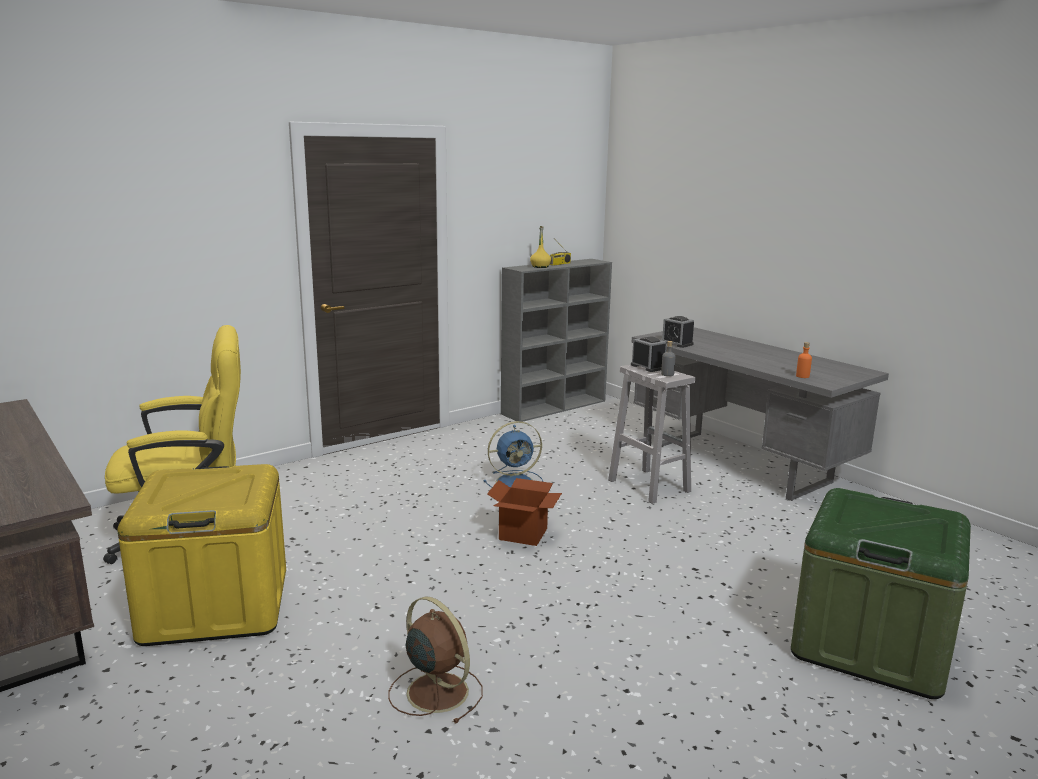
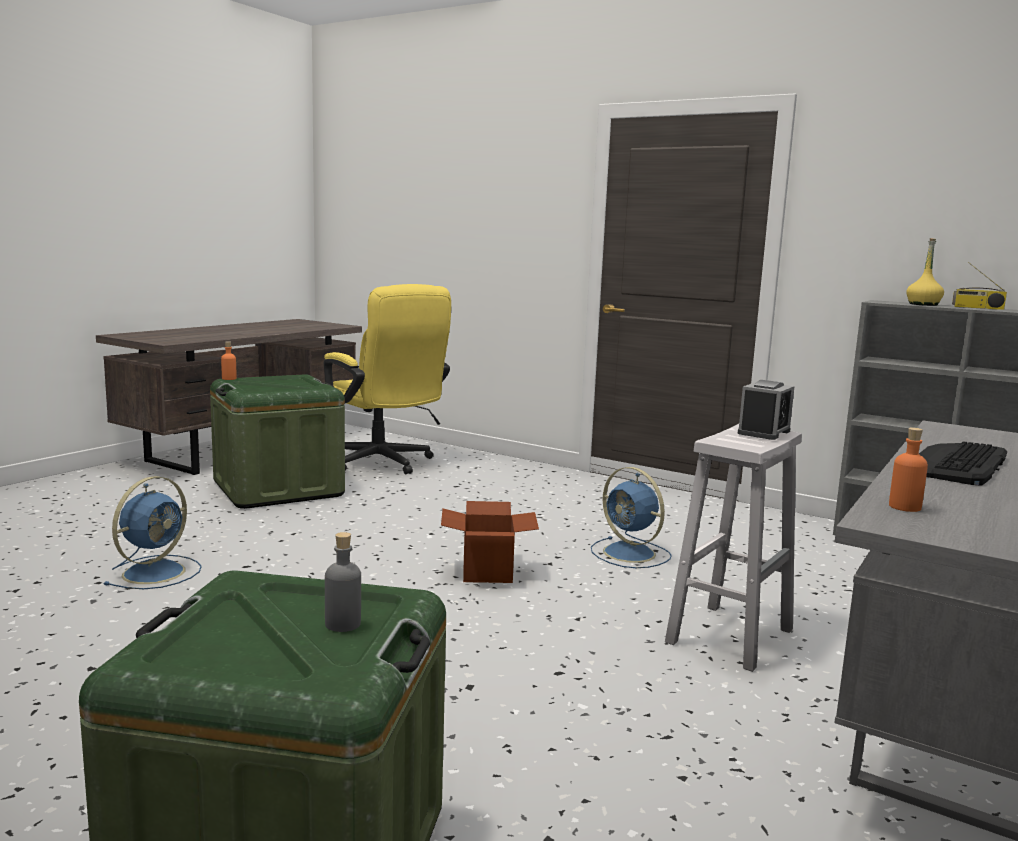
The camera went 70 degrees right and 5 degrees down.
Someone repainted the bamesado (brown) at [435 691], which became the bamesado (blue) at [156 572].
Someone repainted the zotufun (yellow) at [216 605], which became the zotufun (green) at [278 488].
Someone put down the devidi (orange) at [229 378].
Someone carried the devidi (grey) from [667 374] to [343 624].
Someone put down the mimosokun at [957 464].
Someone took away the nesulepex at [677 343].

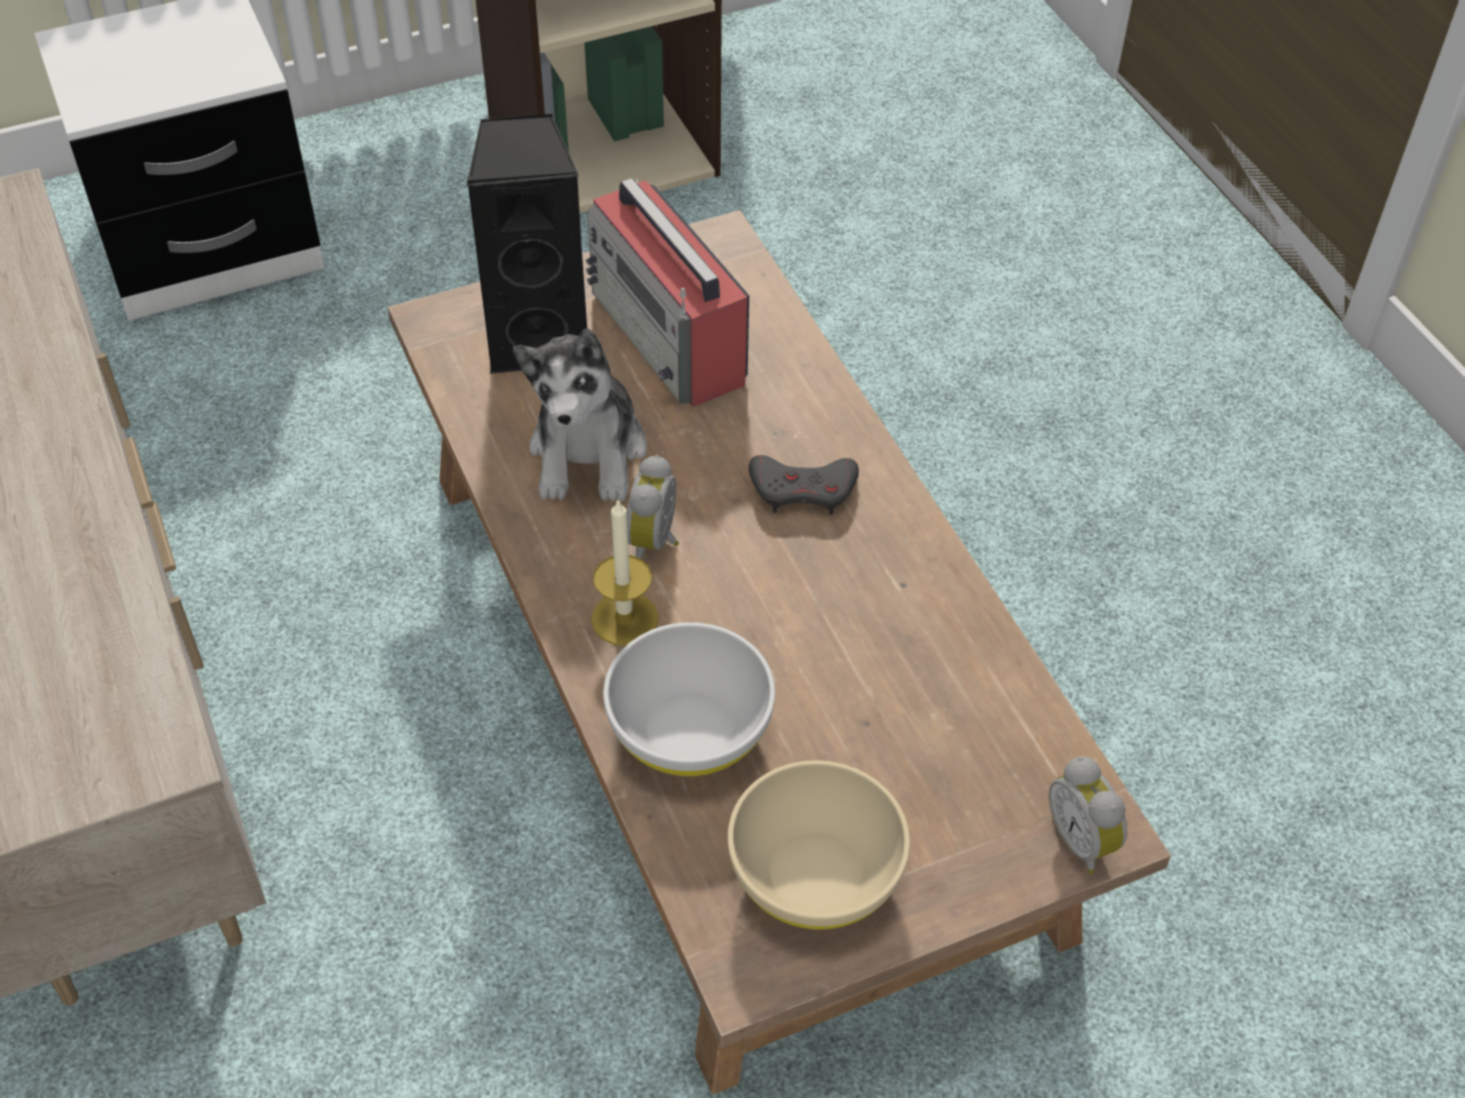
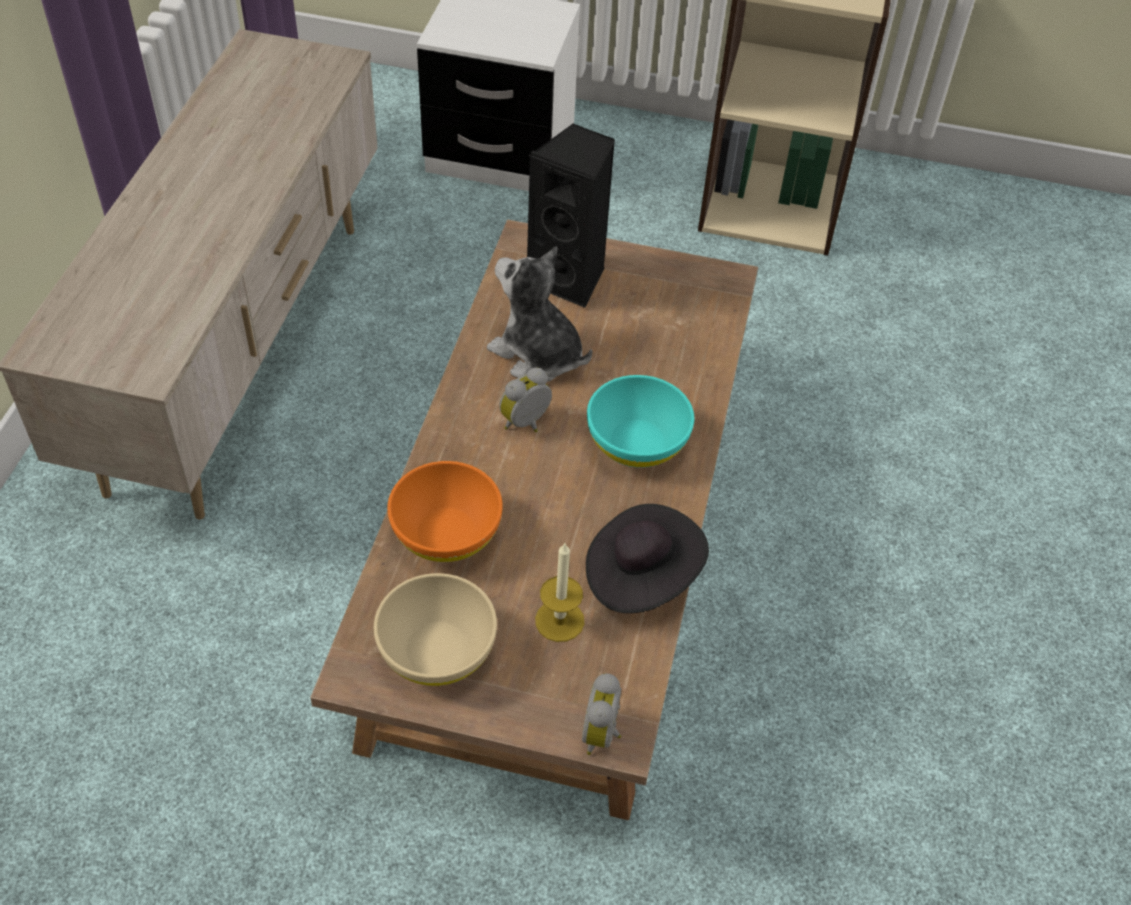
The camera went 35 degrees right and 0 degrees up.
Someone repainted the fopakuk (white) at [690 730], which became the fopakuk (orange) at [446 533].
Someone rotated the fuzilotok at [588 452] by 90 degrees clockwise.
Someone carried the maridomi from [624 618] to [559 620].
Someone put down the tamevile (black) at [641 575].
Someone swapped the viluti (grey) at [803 490] for the fopakuk (turquoise) at [636 443].
Someone took away the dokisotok at [669 338].

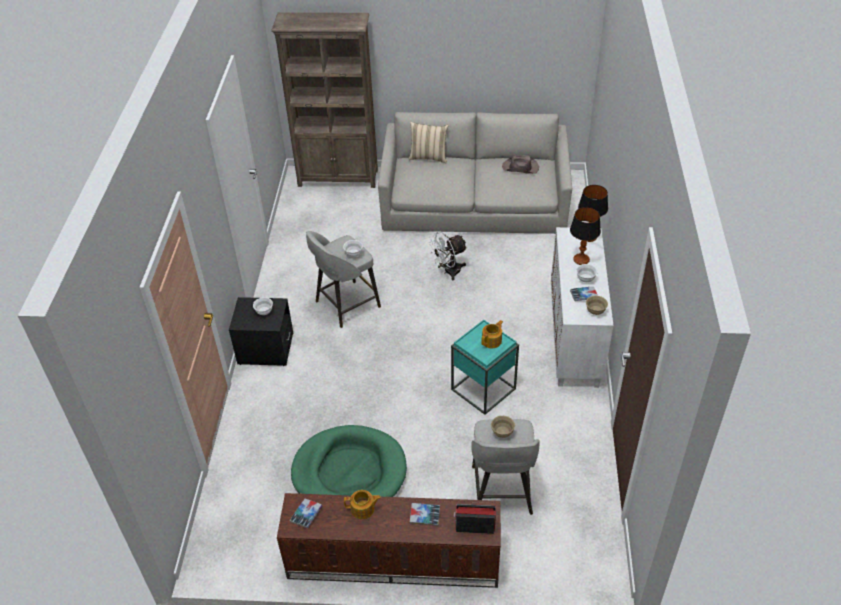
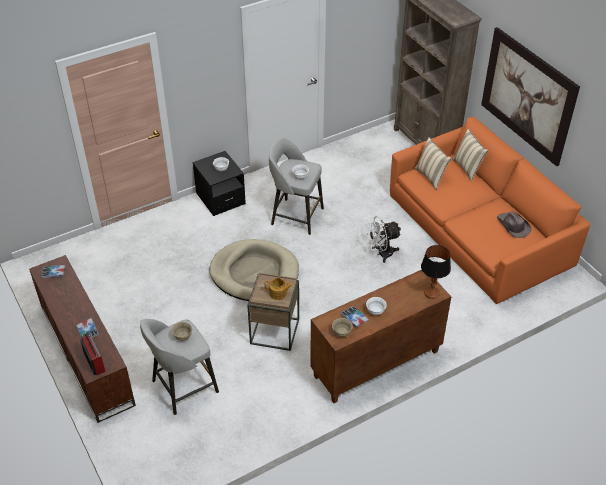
The camera went 55 degrees right and 0 degrees up.
Someone put down the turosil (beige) at [254 273].
Someone repainted the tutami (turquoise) at [483 389], which became the tutami (brown) at [274 331].
Someone repainted the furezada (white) at [575 338], which became the furezada (brown) at [376 365].
Someone rotated the bamesado (white) at [448 272] by 45 degrees counterclockwise.
Someone repainted the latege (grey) at [475 201], which became the latege (orange) at [479 230].
Someone put down the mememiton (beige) at [431 176].
Someone put up the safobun at [528 96].
Someone took away the turosil (green) at [349 472].
Someone took away the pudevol at [363 509].
Someone took away the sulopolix at [581 259].

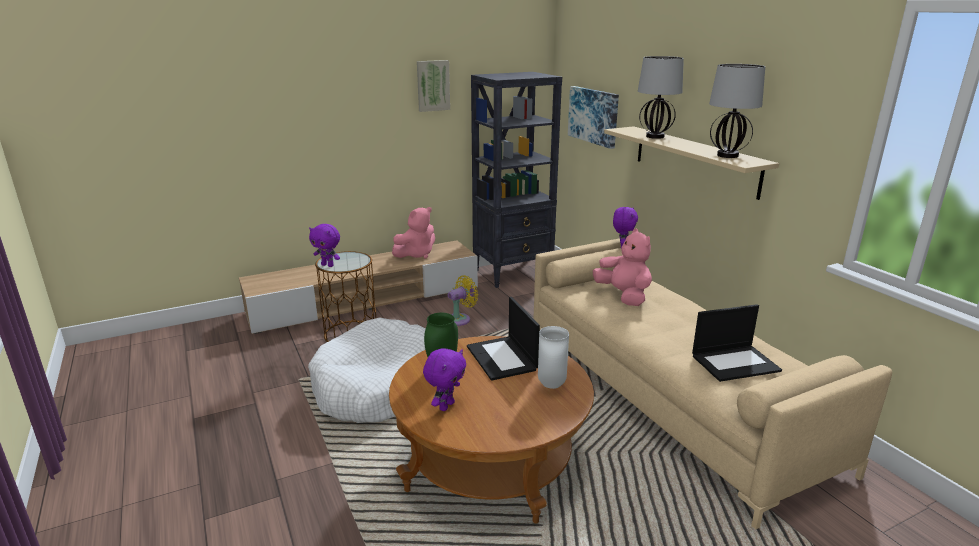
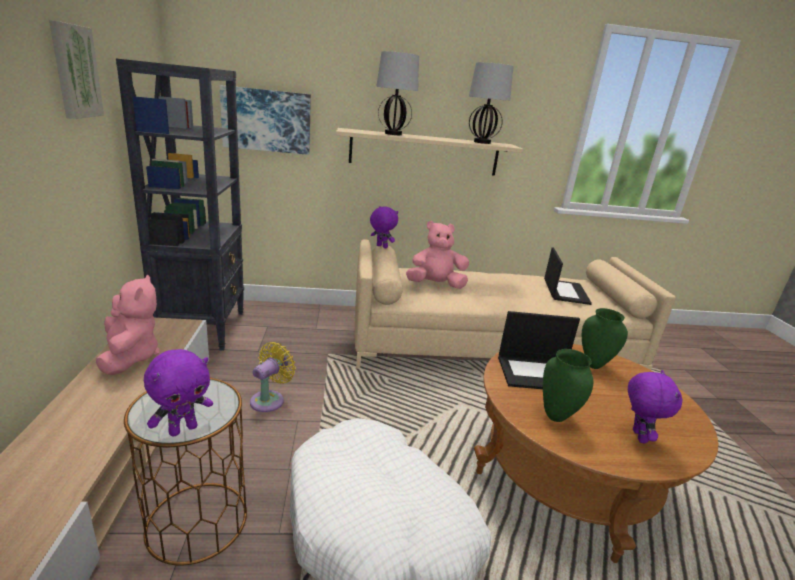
The camera went 70 degrees left and 0 degrees up.
Someone rotated the bamesado (yellow) at [460 319] by 45 degrees clockwise.
Someone repainted the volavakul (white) at [550 384], which became the volavakul (green) at [593 365].
Someone rotated the fuzilotok (purple) at [446 405] by 45 degrees clockwise.

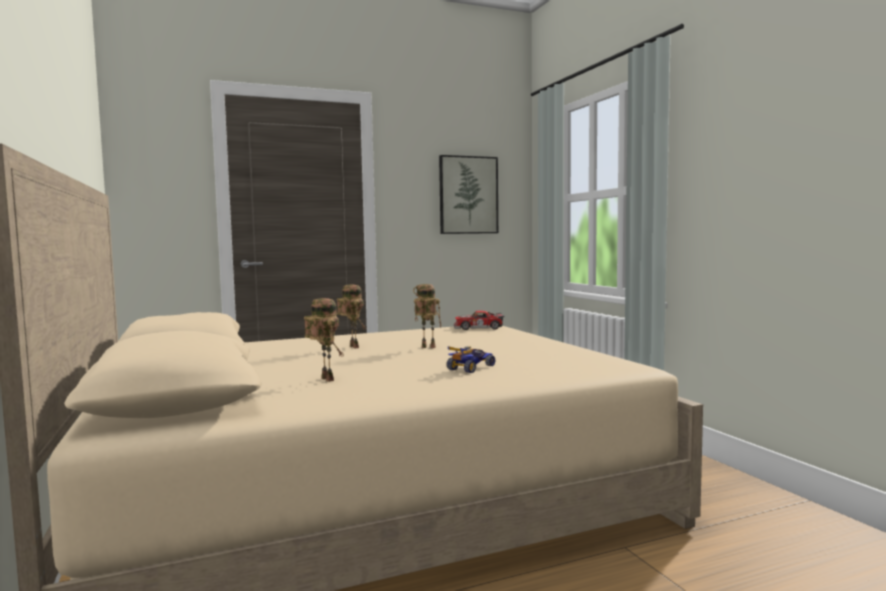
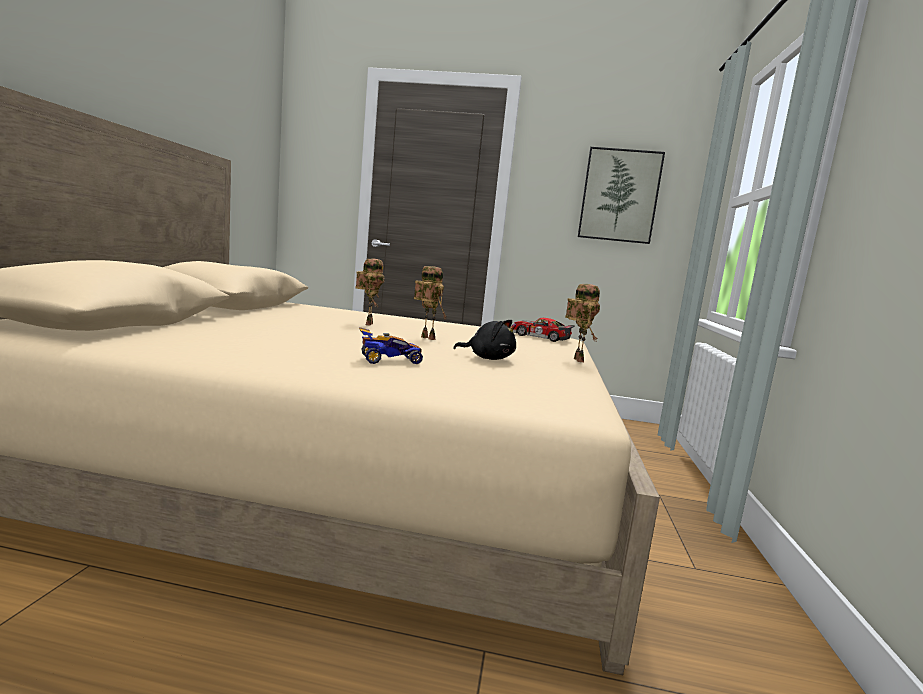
The camera went 30 degrees right and 5 degrees up.
Someone put down the fuzilotok (black) at [488 358].
Someone carried the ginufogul from [324 379] to [576 360].

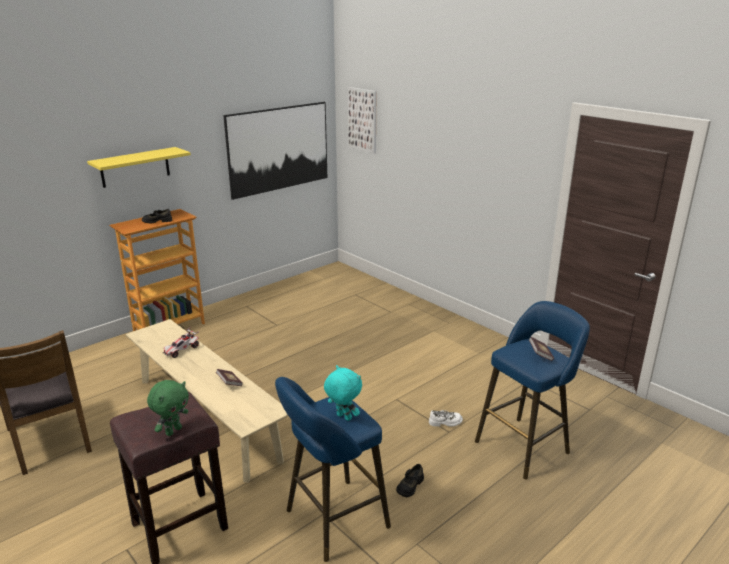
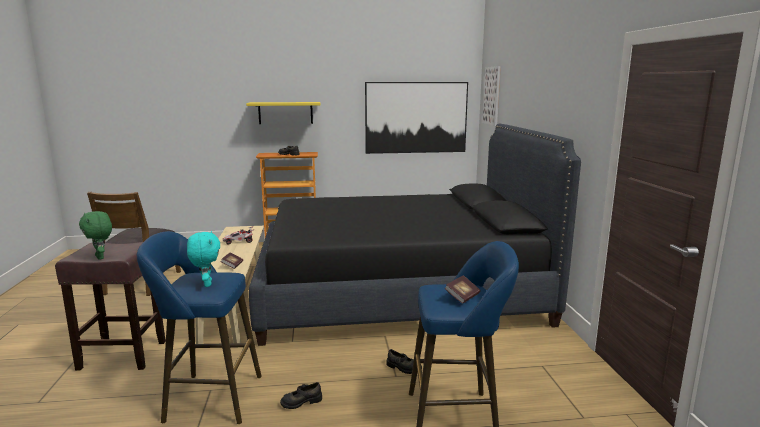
The camera went 35 degrees right and 10 degrees down.
Someone rotated the fuzilotok (green) at [173 431] by 75 degrees clockwise.
Someone put down the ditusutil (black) at [398 292].
Someone repainted the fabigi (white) at [445 422], which became the fabigi (black) at [403 368].

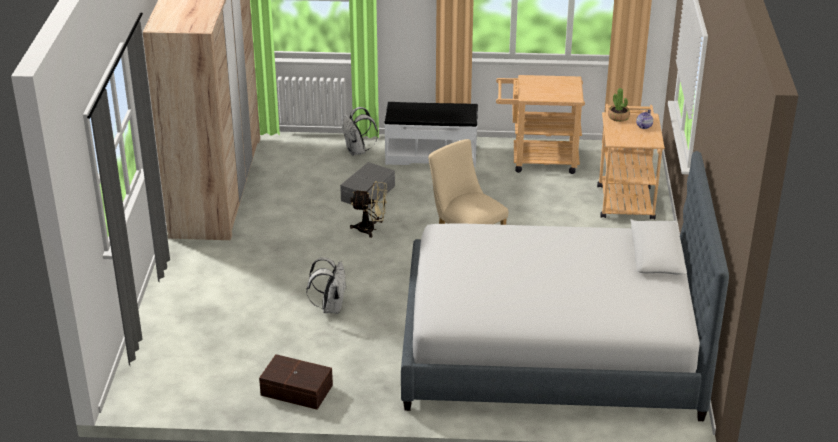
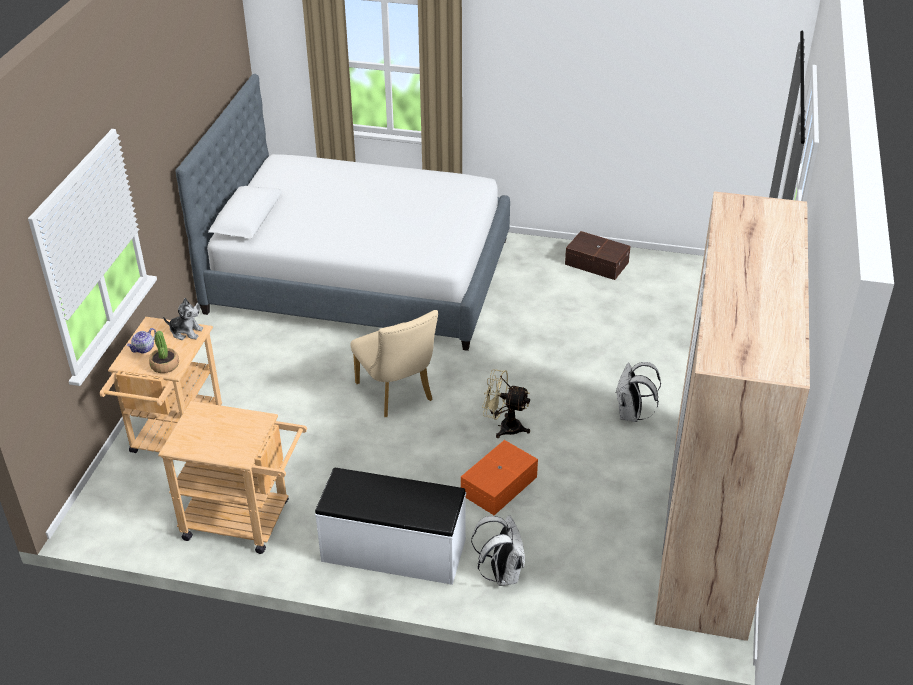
The camera went 170 degrees left and 5 degrees up.
Someone put down the fuzilotok at [186 332].
Someone repainted the zotufun (grey) at [369 193], which became the zotufun (orange) at [497 485].
Someone carried the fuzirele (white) from [330 307] to [631 414].

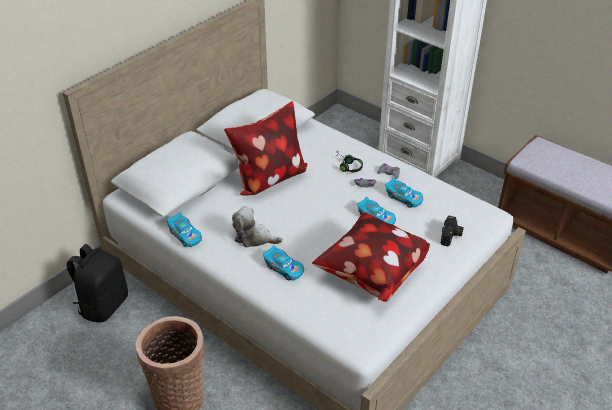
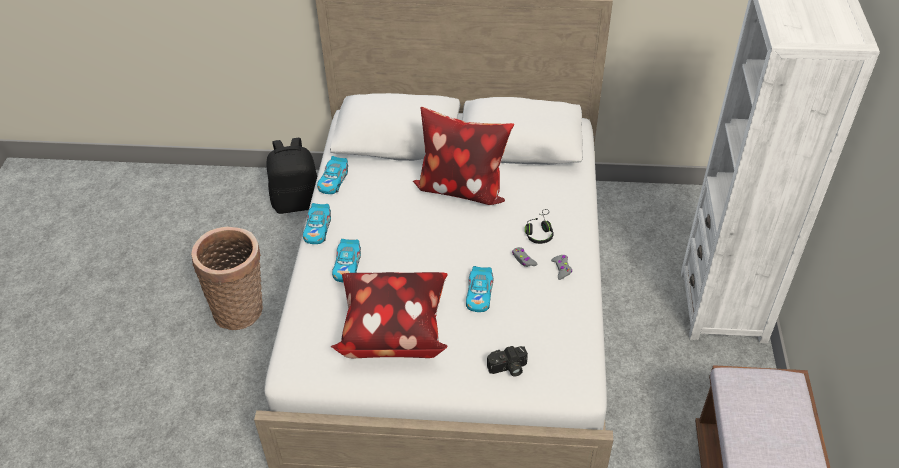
The camera went 55 degrees right and 5 degrees up.
Someone carried the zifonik from [404 198] to [317 229].
Someone took away the fuzilotok at [254 238].

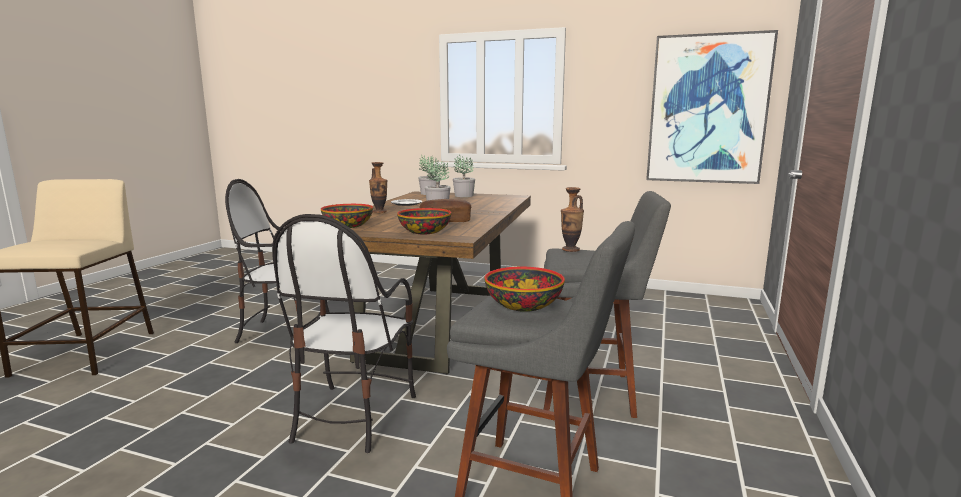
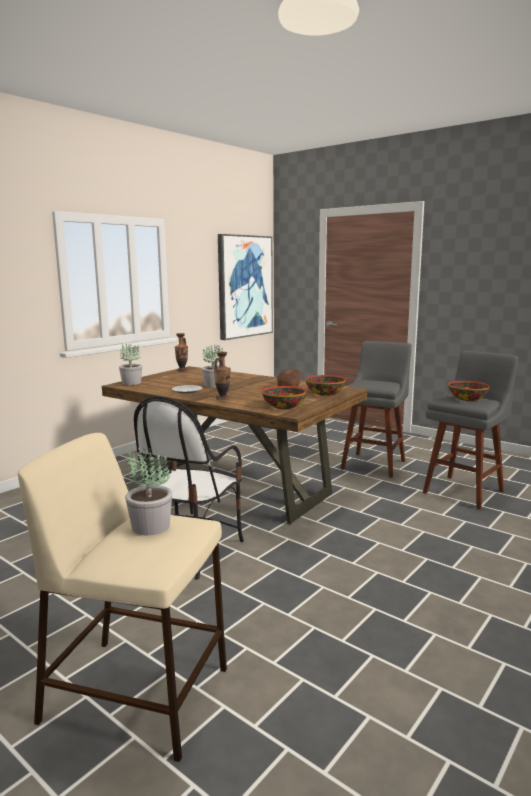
The camera went 70 degrees left and 0 degrees up.
Someone carried the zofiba from [463 196] to [150 527].
Someone carried the volavakul from [570 250] to [182 370].
Someone took away the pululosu at [353 416].

